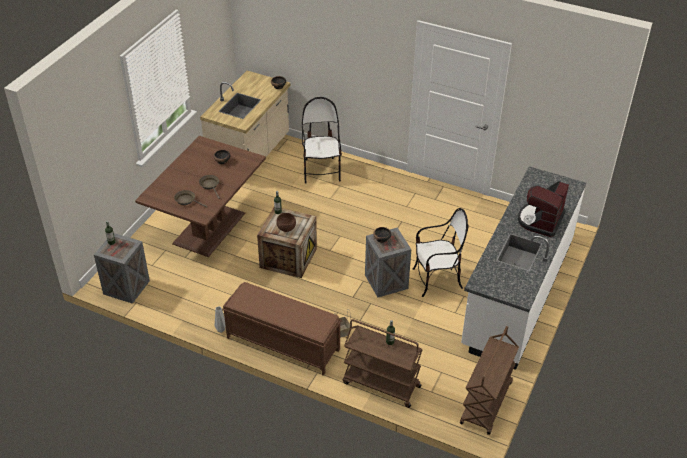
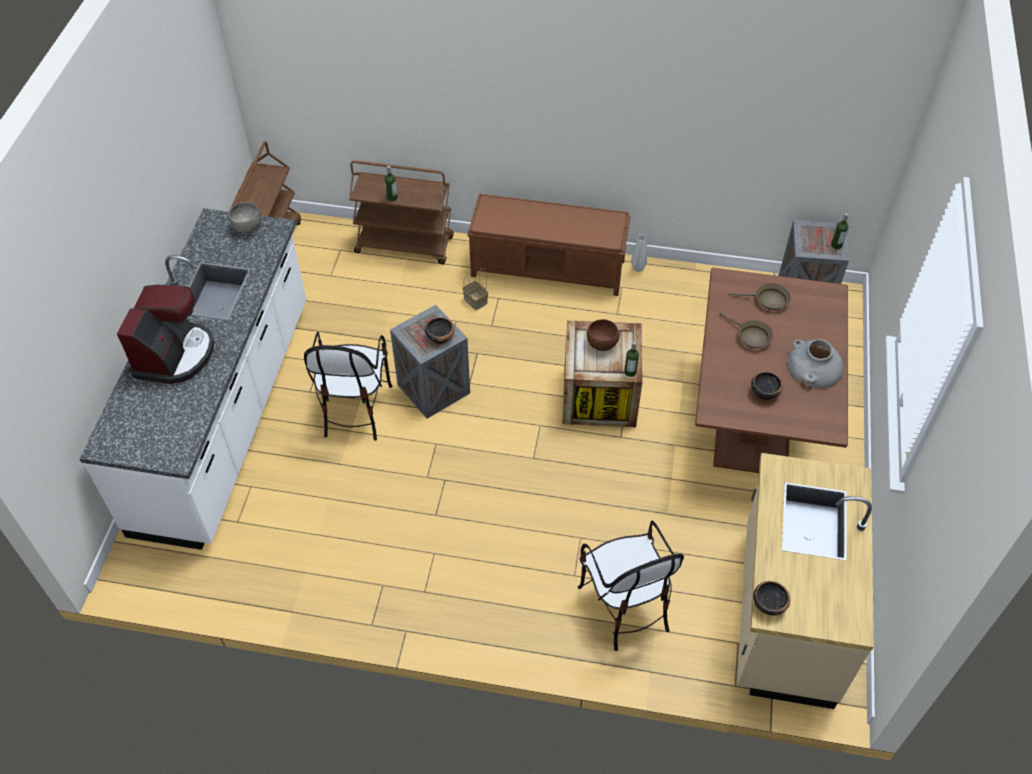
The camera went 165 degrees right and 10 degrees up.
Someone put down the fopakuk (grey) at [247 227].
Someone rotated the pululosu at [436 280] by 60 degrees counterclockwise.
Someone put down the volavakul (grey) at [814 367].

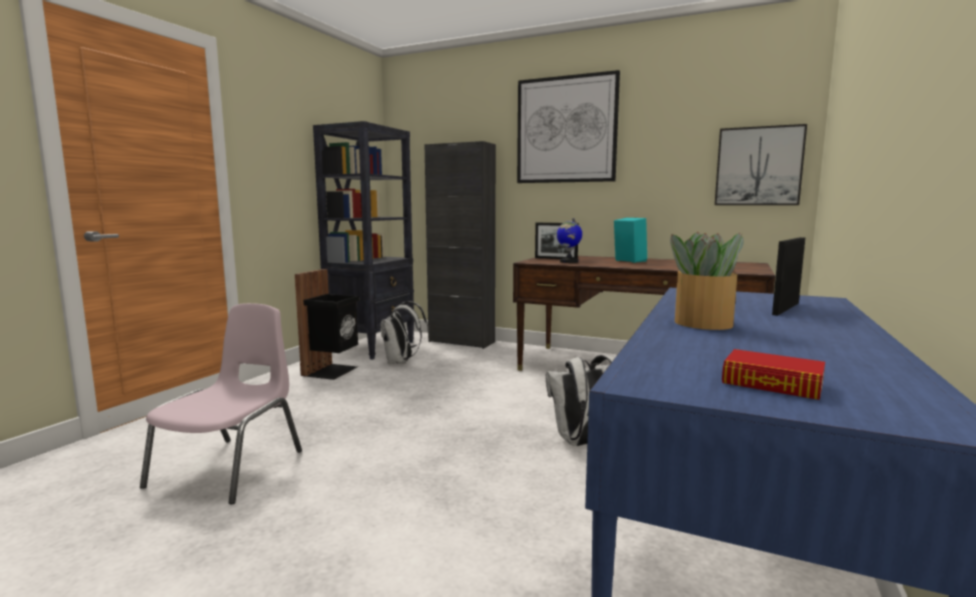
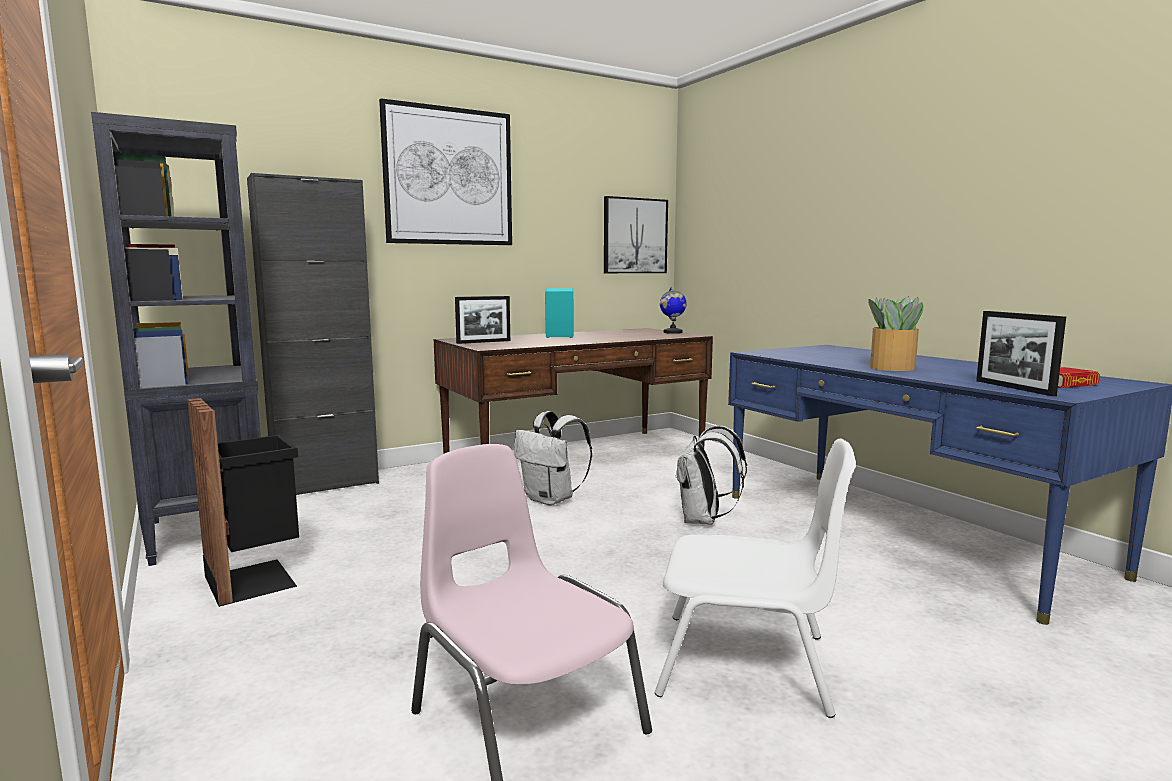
The camera went 55 degrees left and 0 degrees up.
Someone carried the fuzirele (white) from [401 362] to [551 499].
Someone put down the pululosu (white) at [747 664].
Someone carried the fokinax from [568 262] to [672 332].
Someone carried the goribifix from [786 308] to [1014 388].

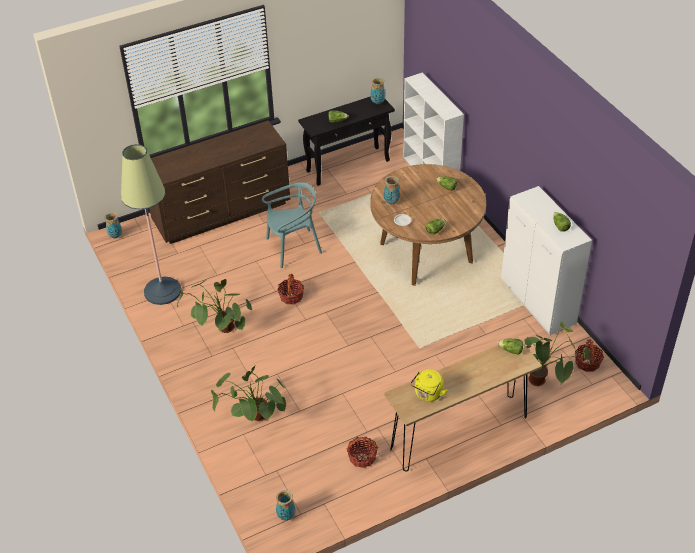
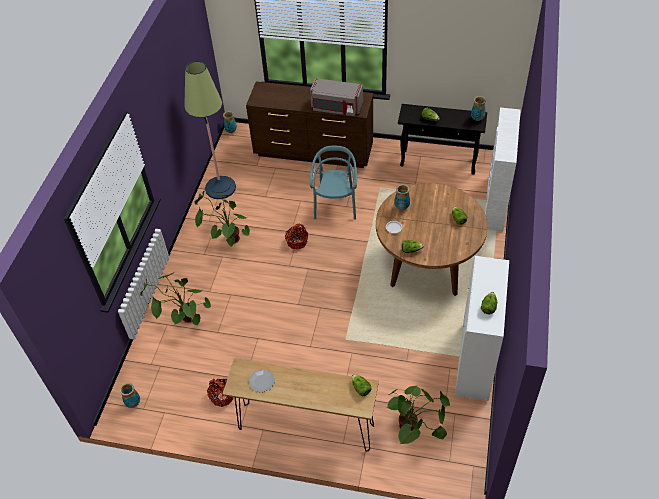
The camera went 40 degrees right and 5 degrees up.
Someone swapped the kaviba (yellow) at [428 394] for the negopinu at [261 381].
Someone put down the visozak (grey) at [336 108].
Someone rotated the pululosu (turquoise) at [293 247] by 105 degrees counterclockwise.
Someone took away the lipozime at [587 363].

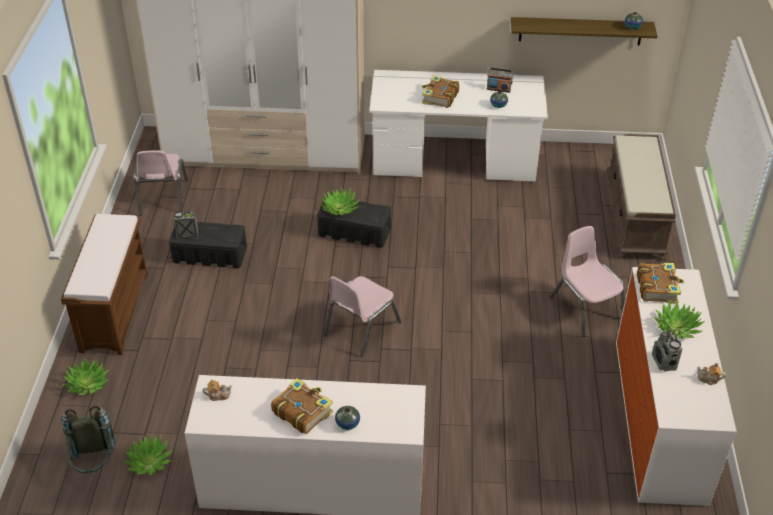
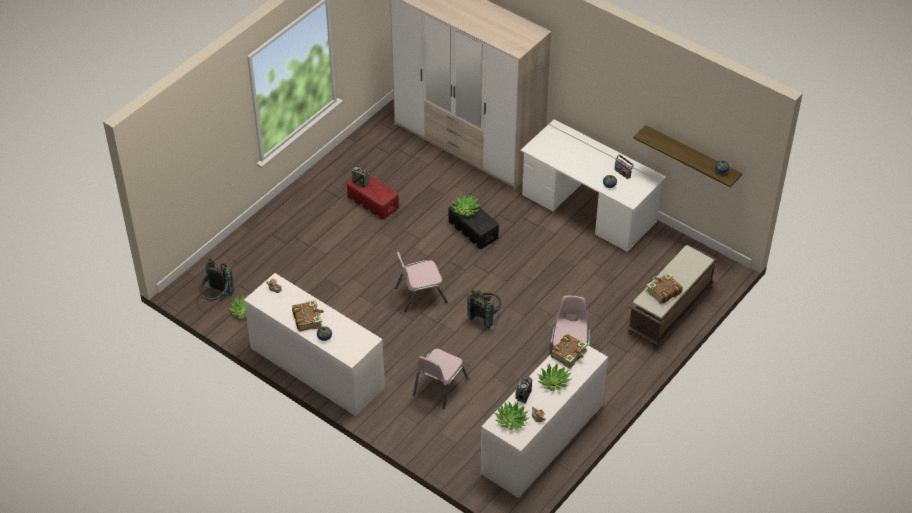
The camera went 35 degrees right and 5 degrees up.
Someone repainted the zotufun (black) at [209 255], which became the zotufun (red) at [373 202].
Someone carried the pululosu (pink) from [162 197] to [439 386].
Someone put down the fuzirele (grey) at [485 317].
Someone carried the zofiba from [87 384] to [511 420].
Someone carried the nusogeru from [439 97] to [663 292].
Someone took away the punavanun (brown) at [114 311].

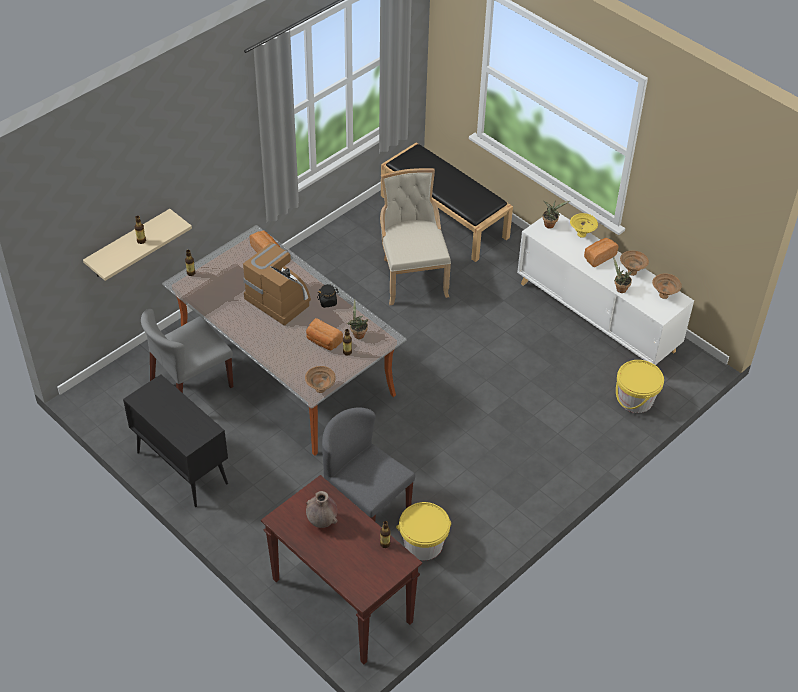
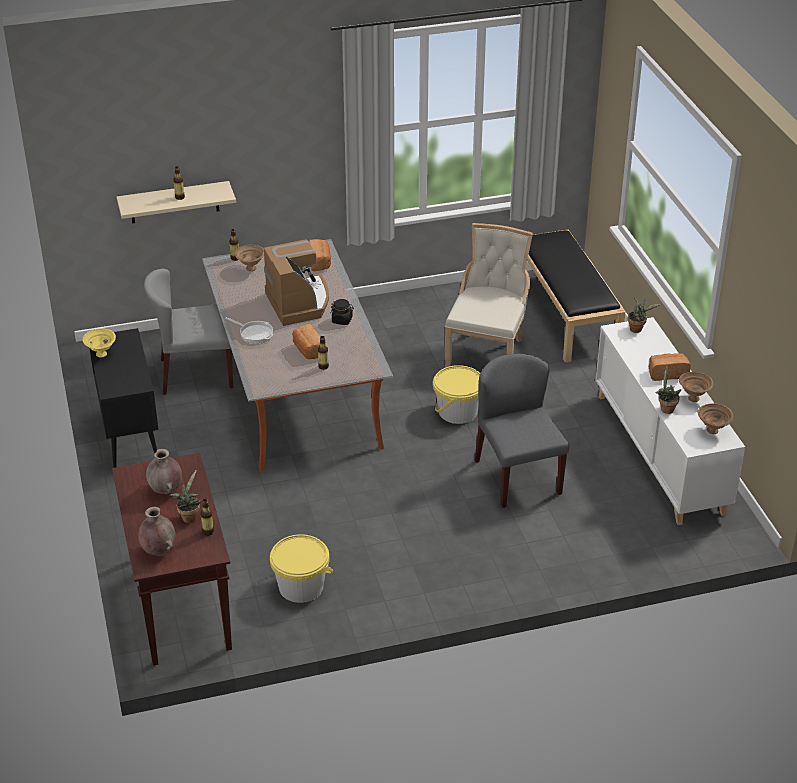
The camera went 30 degrees right and 10 degrees down.
Someone carried the fopakuk (yellow) from [582 234] to [102 354].
Someone put down the volavakul (brown) at [158 551].
Someone carried the zofiba from [357 334] to [189 516].
Someone put down the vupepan at [254 333].
Someone carried the fopakuk (brown) from [321 389] to [251 269].
Someone carried the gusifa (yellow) from [635 399] to [457 411].
Someone carried the pululosu (grey) from [365 507] to [517 476].

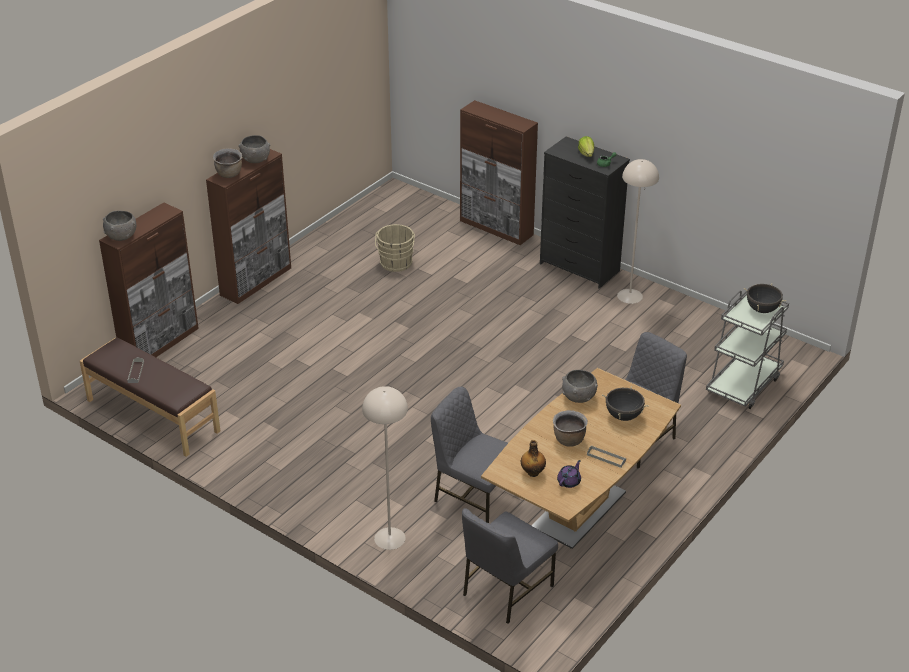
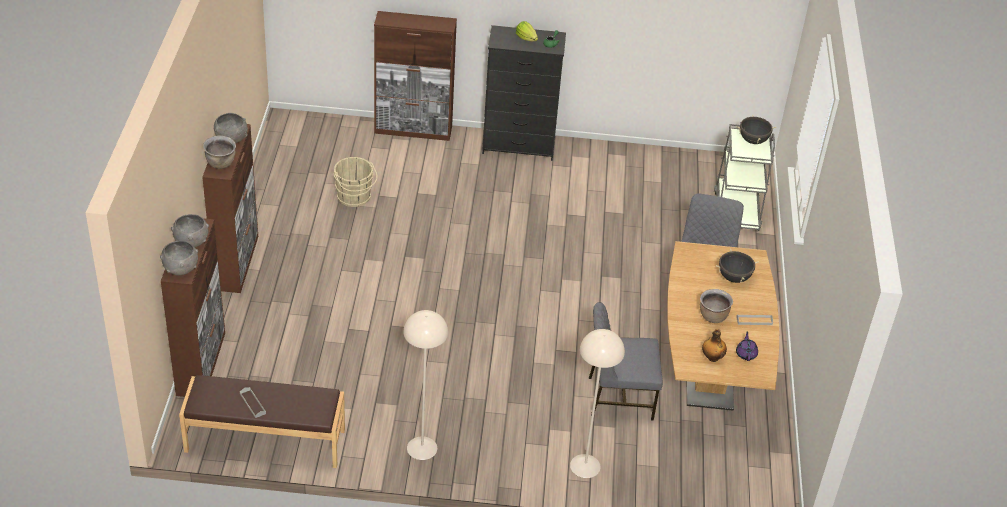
The camera went 35 degrees left and 5 degrees up.
Someone carried the fopakuk (grey) from [579 397] to [191 242].
Someone carried the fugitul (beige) from [629 296] to [421 448].
Someone took away the pululosu (grey) at [506 590].

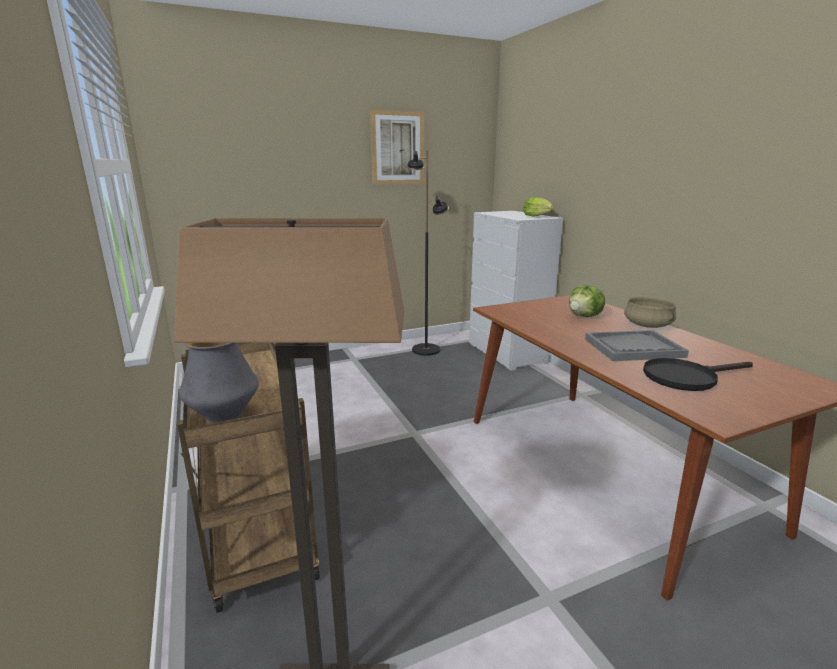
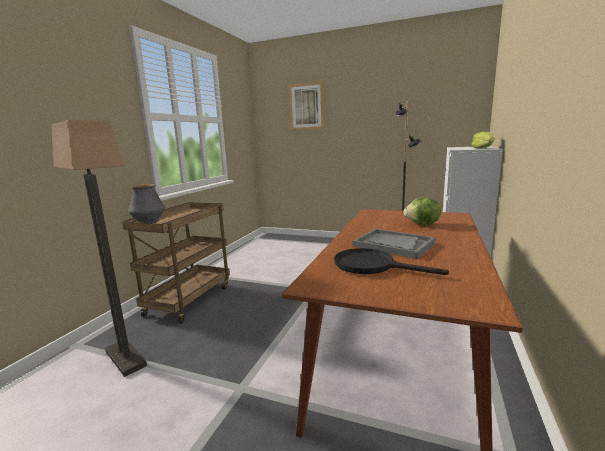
The camera went 45 degrees right and 5 degrees down.
Someone carried the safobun from [397 148] to [306 106].
Someone took away the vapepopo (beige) at [648 325].

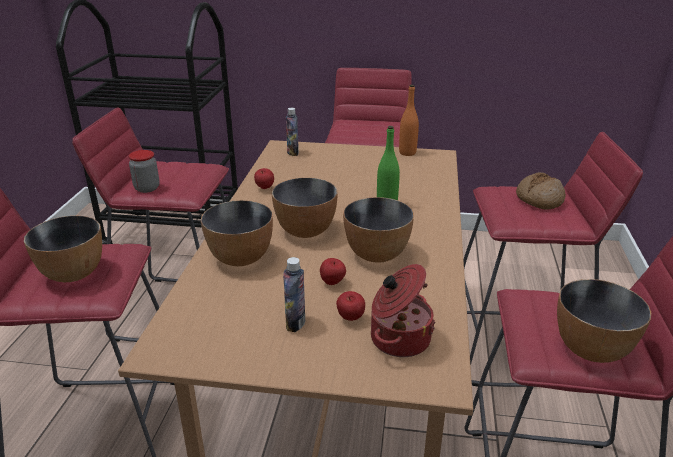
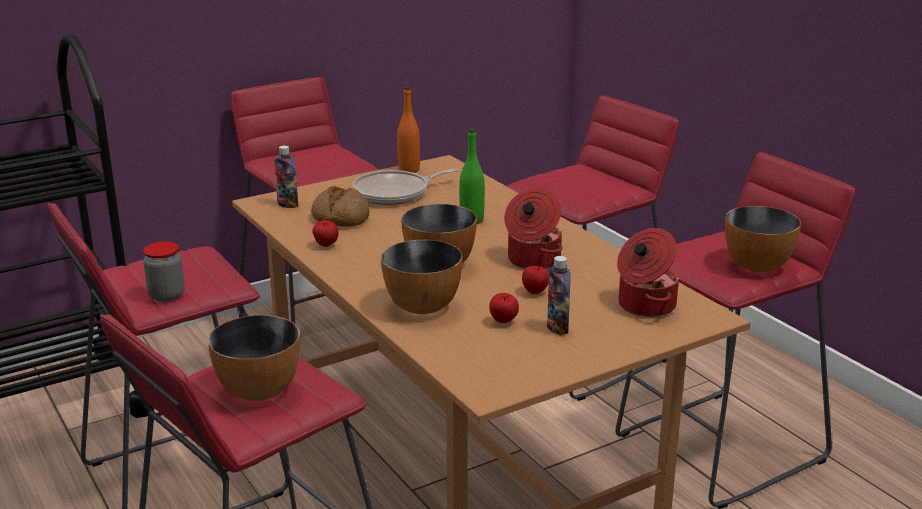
The camera went 40 degrees left and 5 degrees down.
Someone carried the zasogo from [538 199] to [340 218].
Someone put down the vupepan at [395 193].
Someone carried the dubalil from [350 319] to [503 322].
Someone swapped the fopakuk at [376 255] for the vapepopo at [532 260].

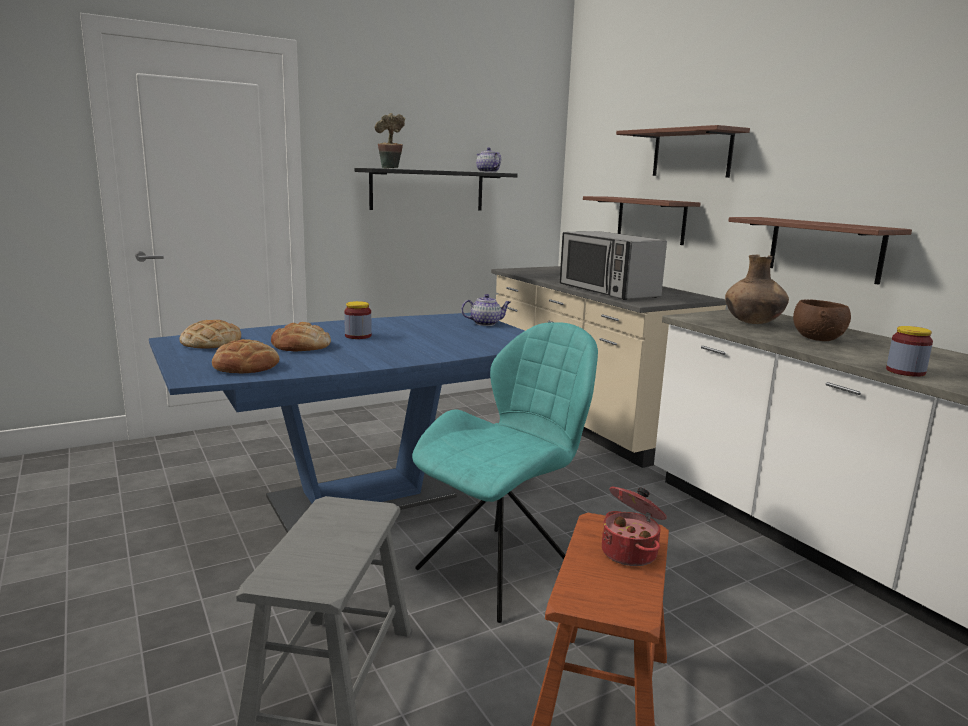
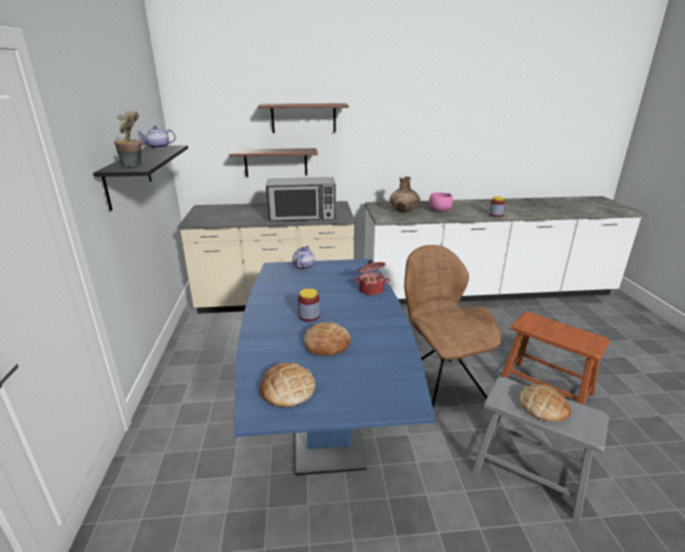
The camera went 65 degrees left and 10 degrees up.
Someone carried the vapepopo from [630 552] to [371 290].
Someone repainted the pululosu (turquoise) at [502 569], which became the pululosu (brown) at [439 384].
Someone repainted the fopakuk (brown) at [817 339], which became the fopakuk (pink) at [439 210].
Someone carried the zasogo from [246 366] to [543 406].
Someone took away the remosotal at [824 249].

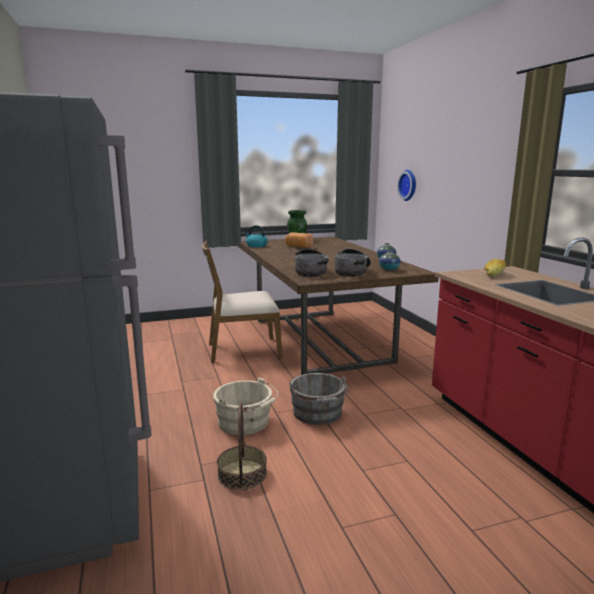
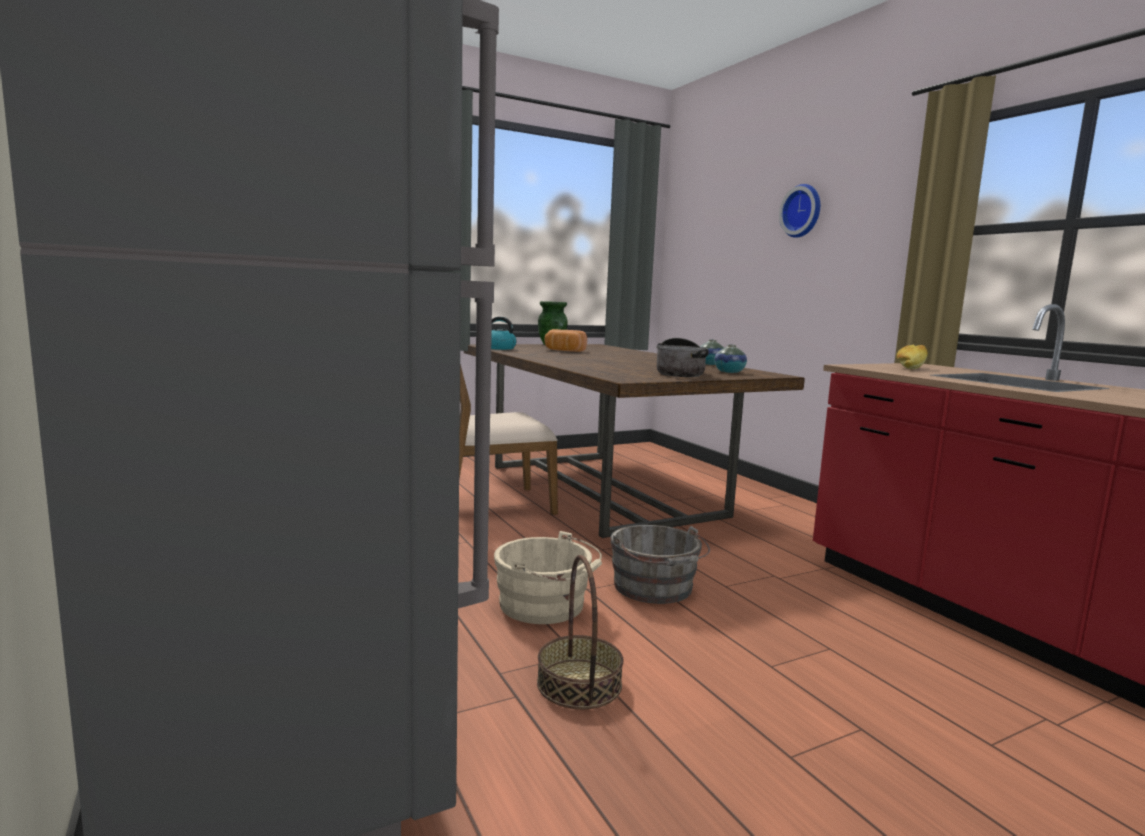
The camera went 10 degrees left and 5 degrees down.
Someone carried the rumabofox from [409 185] to [803 211].
Someone took away the vapepopo at [311 272].

